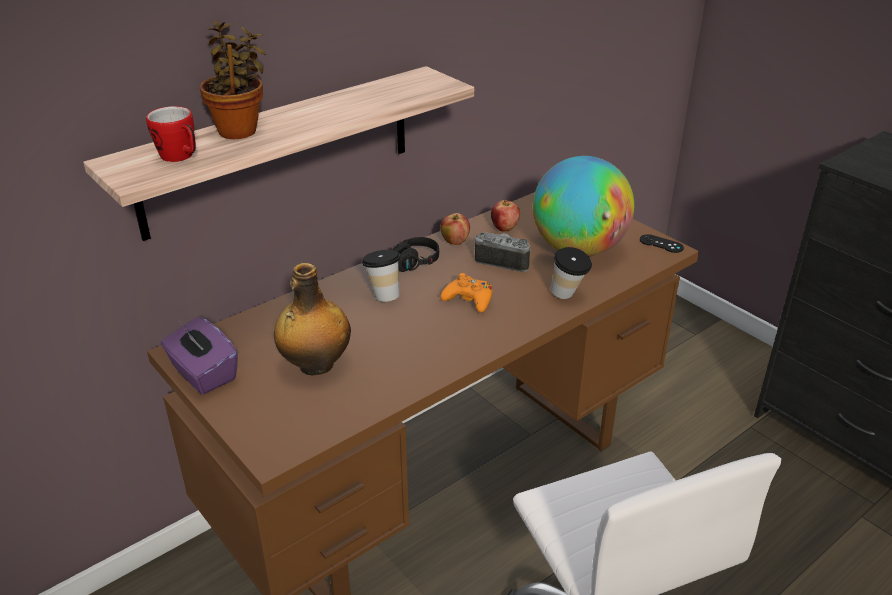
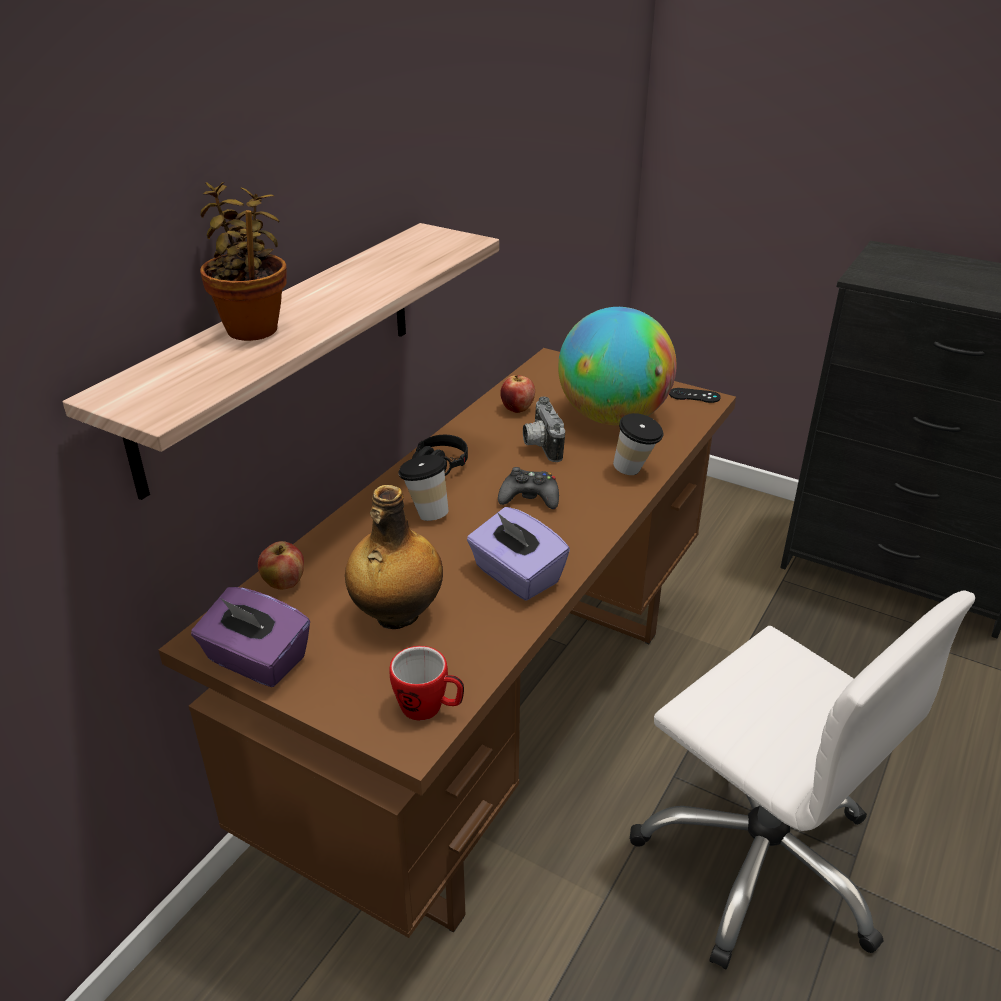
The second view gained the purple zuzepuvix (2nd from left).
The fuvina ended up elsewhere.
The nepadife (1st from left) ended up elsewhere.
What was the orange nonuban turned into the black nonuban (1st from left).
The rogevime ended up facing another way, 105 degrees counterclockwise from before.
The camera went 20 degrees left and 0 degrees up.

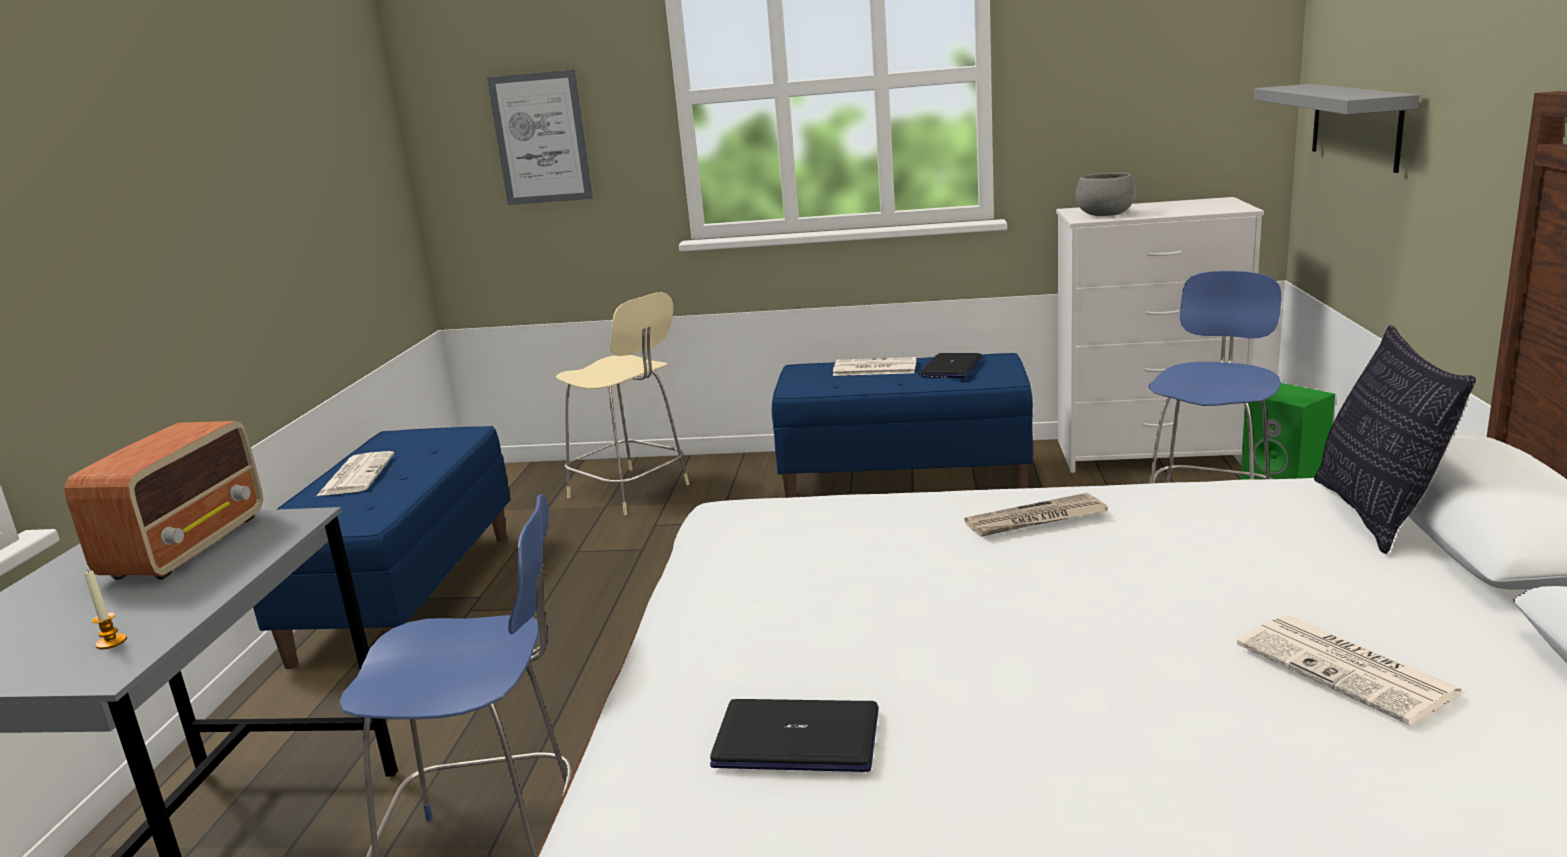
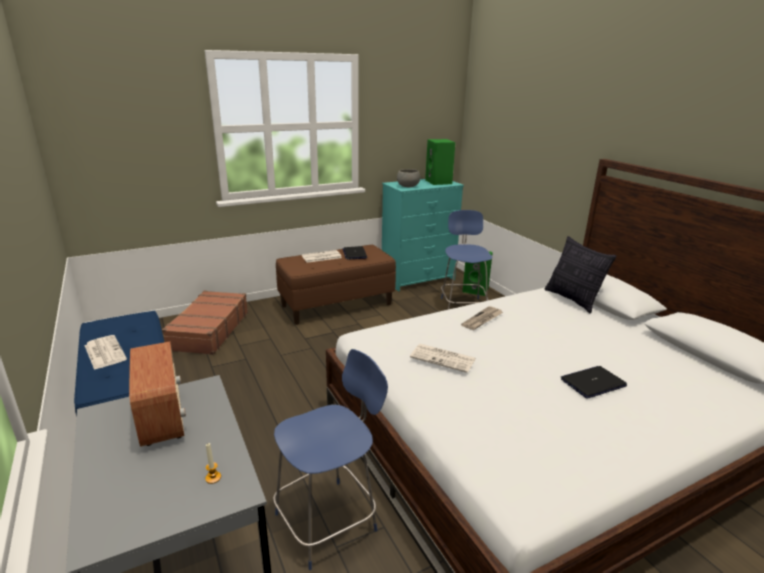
The second view lost the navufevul.
The second view lost the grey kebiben.
The second view gained the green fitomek (1st from left).
The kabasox (1st from left in the first image) ended up elsewhere.
The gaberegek (4th from left in the first image) ended up elsewhere.
Where the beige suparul stood, the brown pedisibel came to stand.
What was the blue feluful (2nd from left) turned into the brown feluful.
What was the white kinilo turned into the turquoise kinilo.
The camera went 35 degrees left and 5 degrees up.

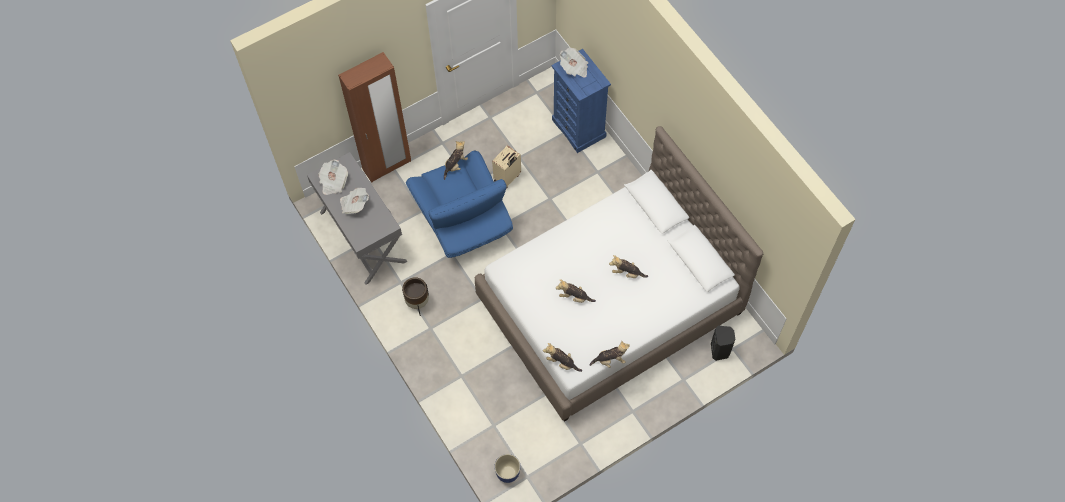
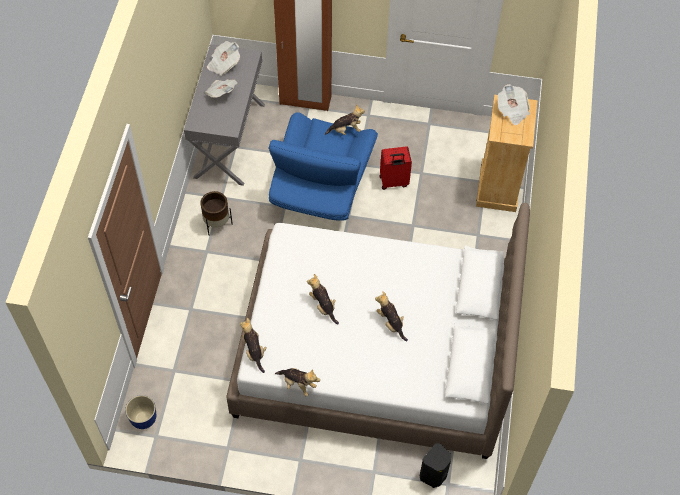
What was the beige pedisibel turned into the red pedisibel.
What was the blue kinilo turned into the beige kinilo.
The camera went 40 degrees right and 5 degrees down.

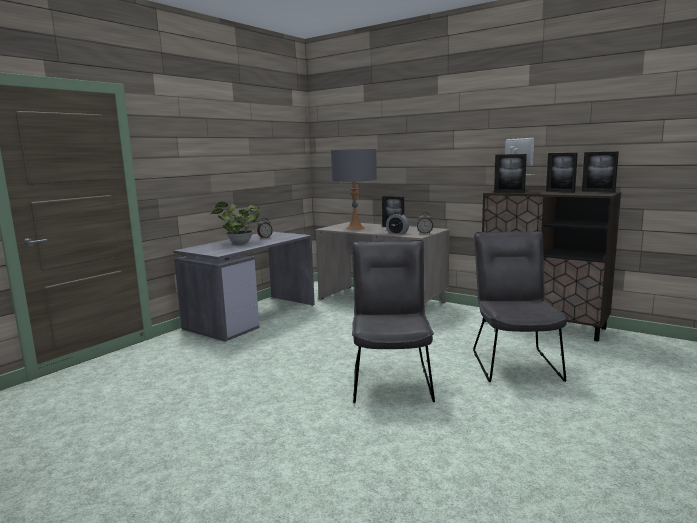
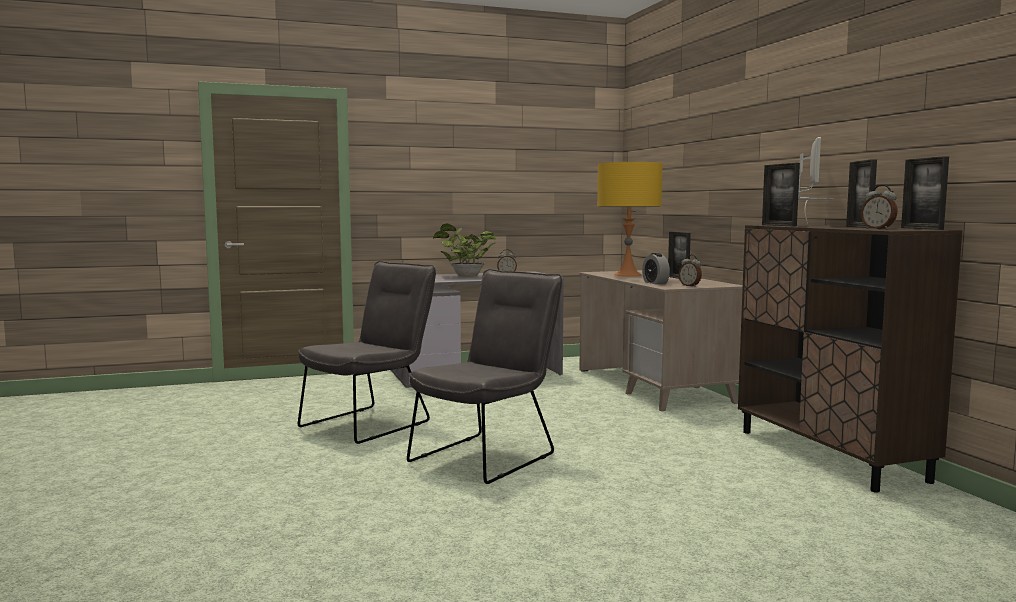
The second view gained the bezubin (4th from left).
The grey suparul (2nd from left in the first image) ended up elsewhere.
What was the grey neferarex turned into the yellow neferarex.
The camera went 35 degrees right and 5 degrees down.

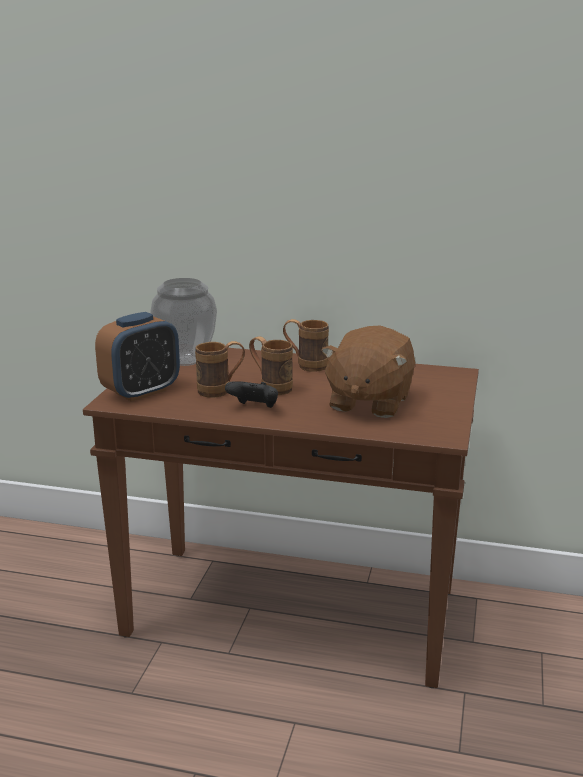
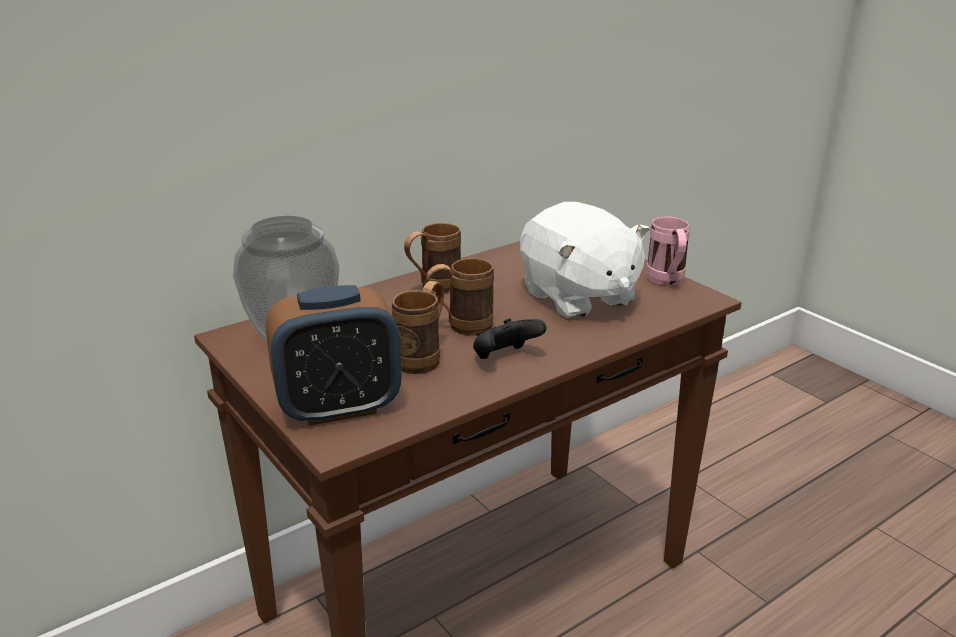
The second view gained the pink fuvina.
What was the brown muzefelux turned into the white muzefelux.
The bezubin ended up facing another way, 75 degrees clockwise from before.
The camera went 50 degrees left and 5 degrees up.

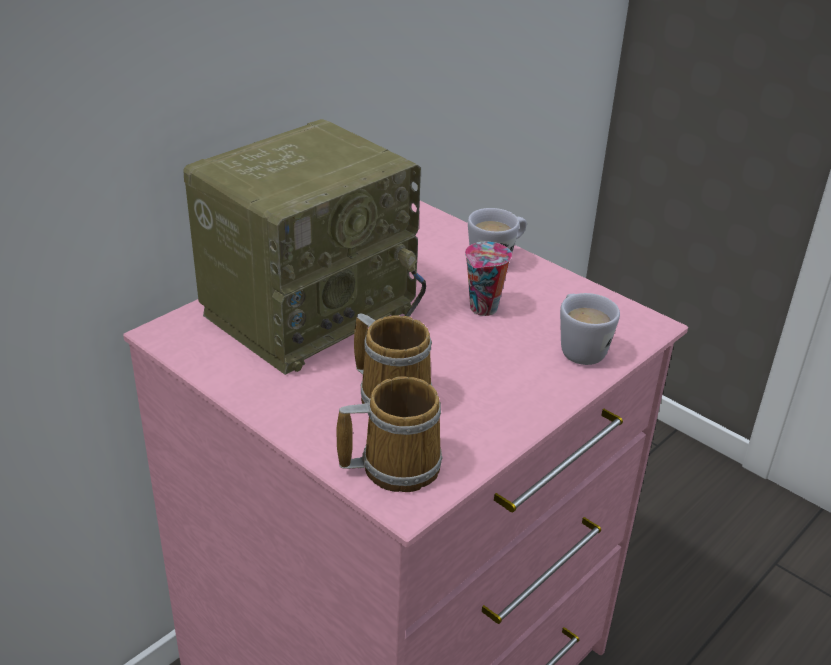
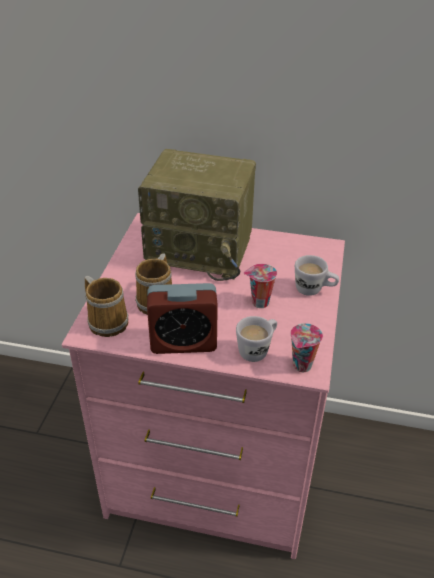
The second view gained the bezubin.
The second view gained the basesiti (2nd from left).
The camera went 60 degrees right and 5 degrees up.

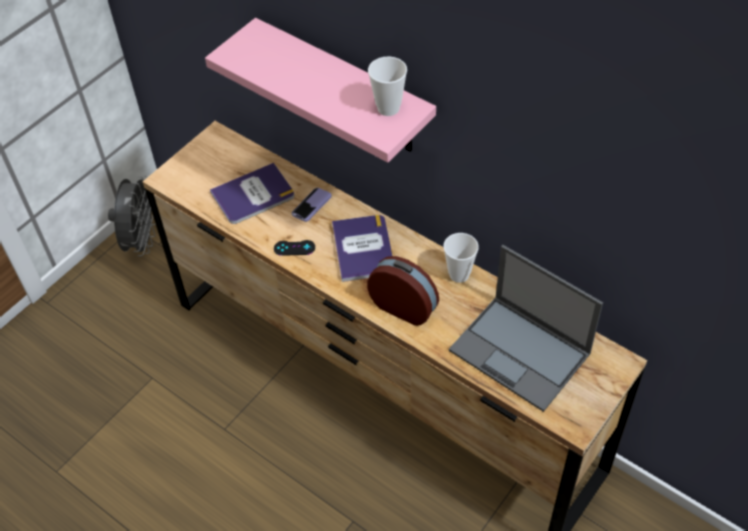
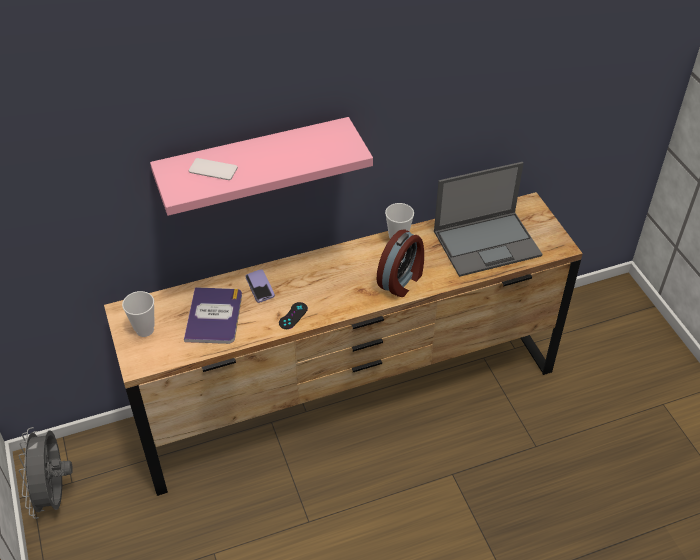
The second view lost the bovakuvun (2nd from left).
The second view gained the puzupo (1st from left).
The basesiti (1st from left) ended up elsewhere.
The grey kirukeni ended up facing another way, 135 degrees counterclockwise from before.
The bezubin ended up facing another way, 150 degrees clockwise from before.
The camera went 60 degrees left and 5 degrees down.

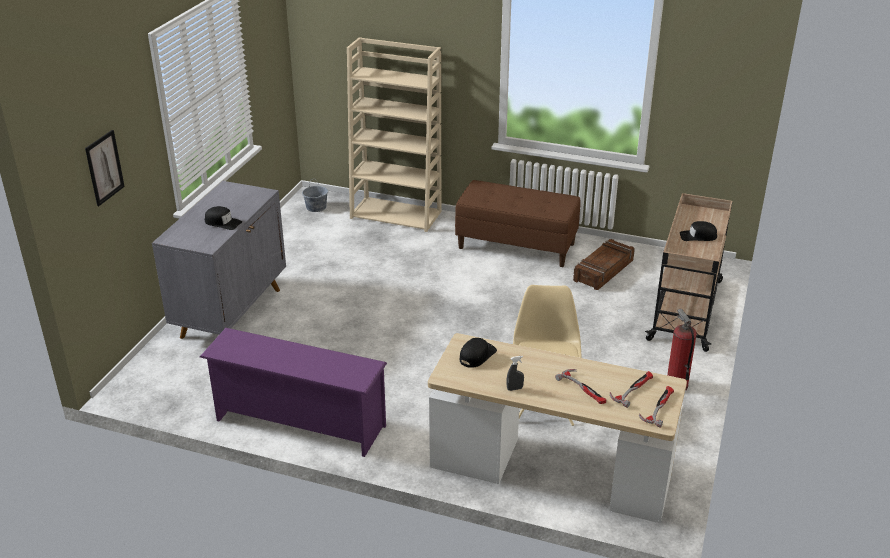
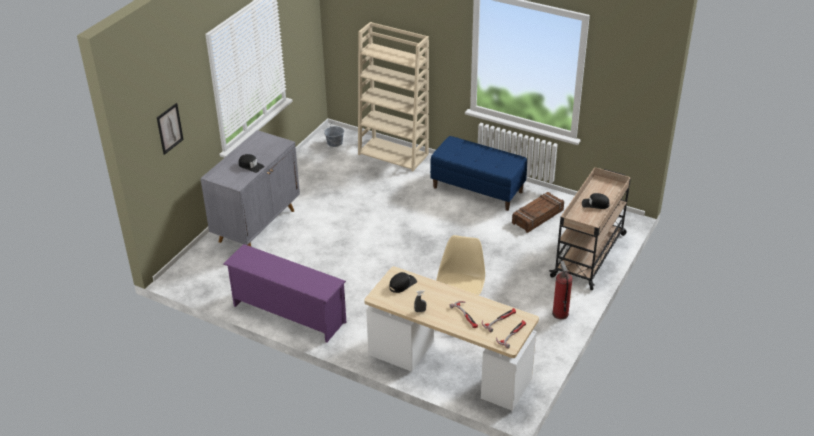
What was the brown feluful turned into the blue feluful.
The camera went 10 degrees right and 5 degrees up.

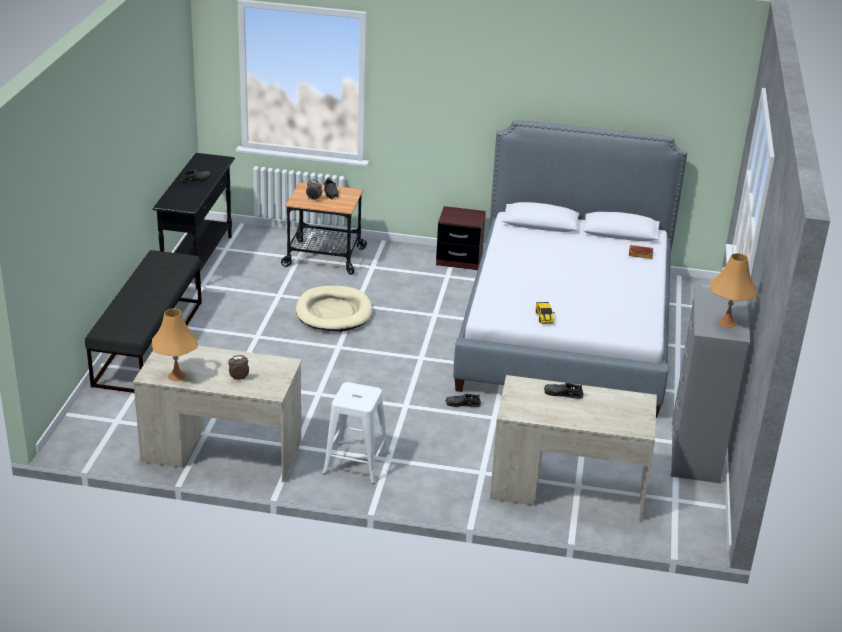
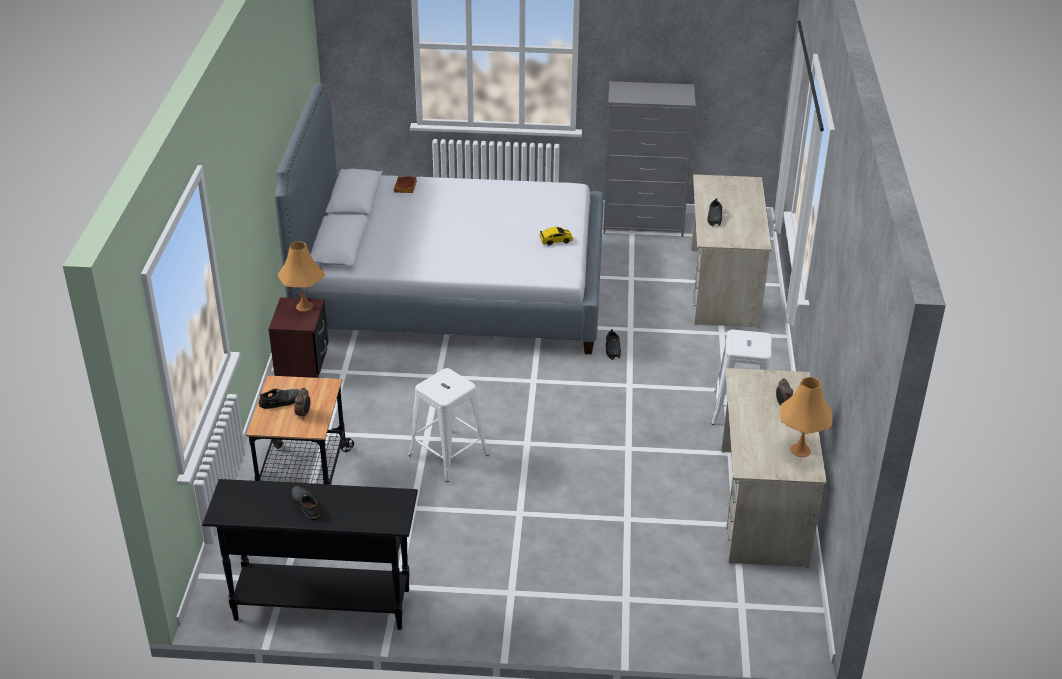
The second view lost the black feluful.
The orange neferarex (2nd from left in the first image) ended up elsewhere.
Where the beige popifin stood, the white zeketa (1st from left) came to stand.
The camera went 95 degrees left and 5 degrees up.

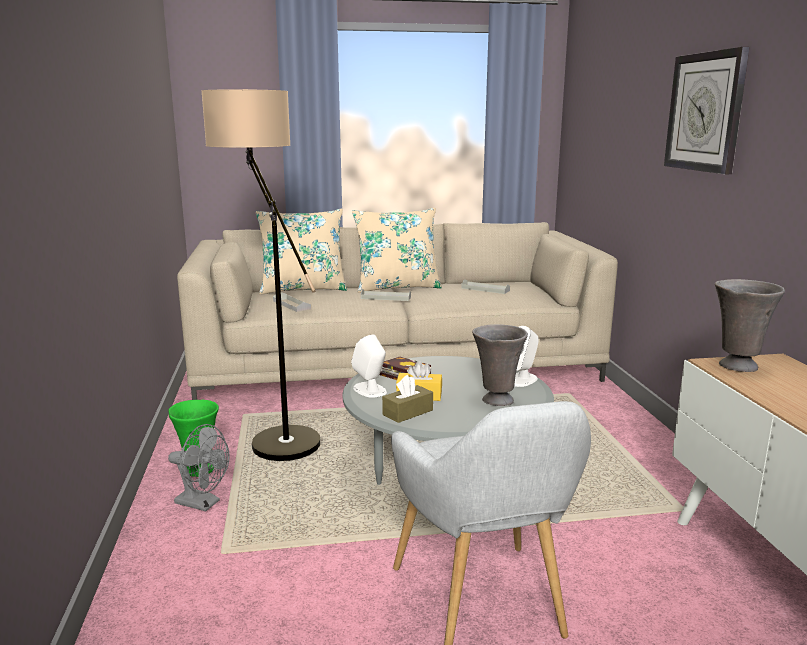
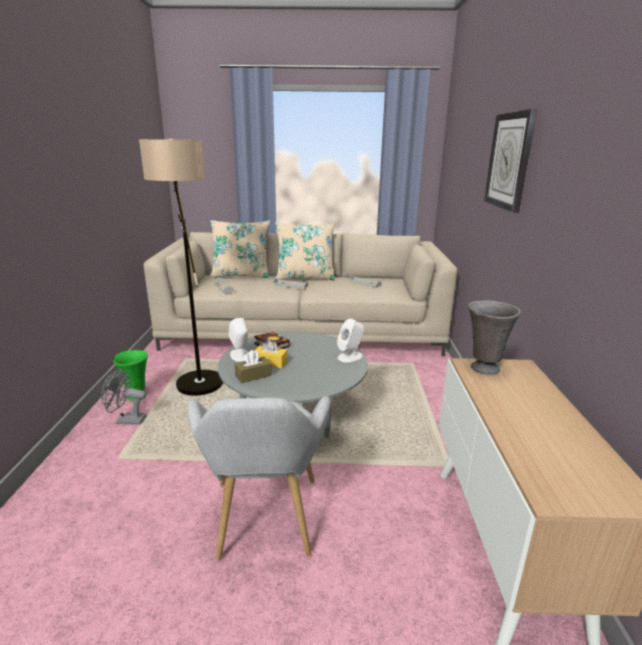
The second view lost the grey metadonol (1st from left).
The grey kirukeni ended up facing another way, 150 degrees clockwise from before.
The camera went 10 degrees right and 5 degrees up.

